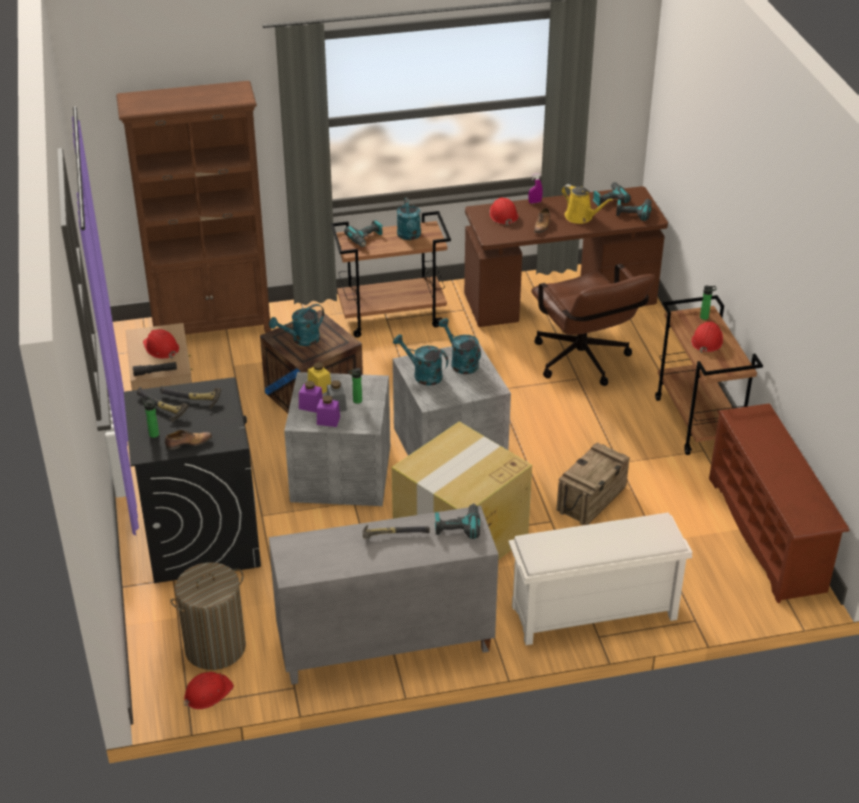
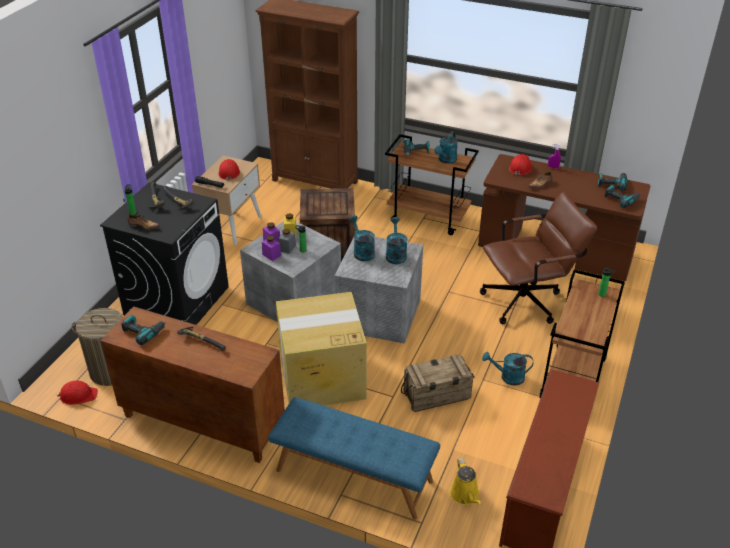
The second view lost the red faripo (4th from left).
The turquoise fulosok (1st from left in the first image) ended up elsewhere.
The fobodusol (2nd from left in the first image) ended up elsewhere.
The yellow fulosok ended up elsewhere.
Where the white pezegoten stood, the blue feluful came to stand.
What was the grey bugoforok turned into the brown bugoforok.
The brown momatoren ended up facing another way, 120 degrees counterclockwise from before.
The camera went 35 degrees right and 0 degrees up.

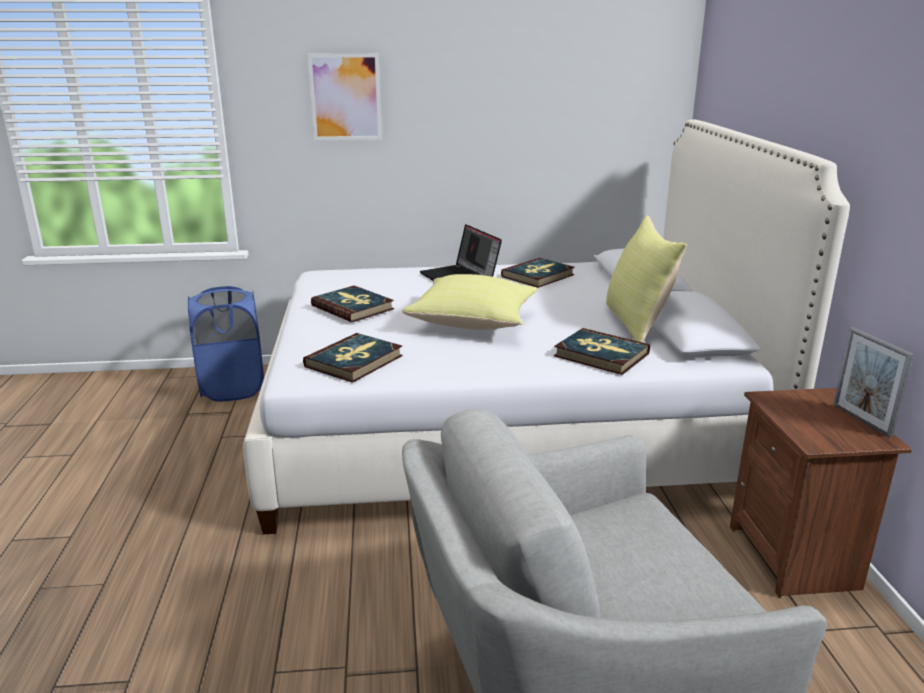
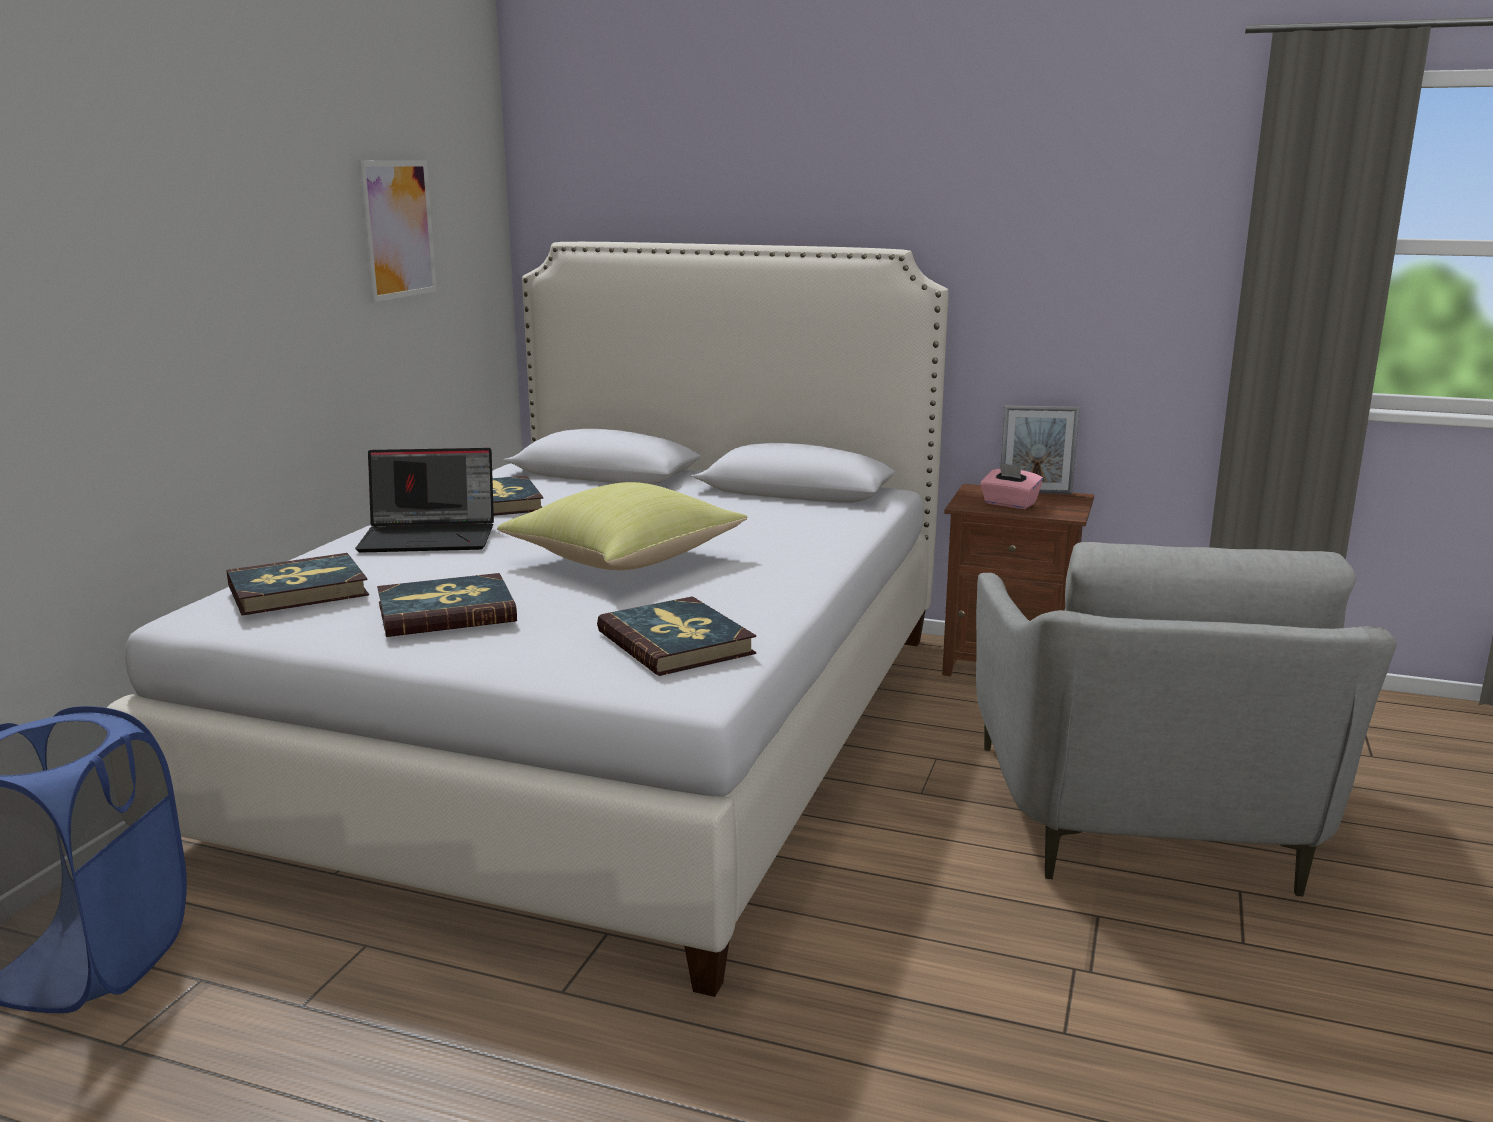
The second view lost the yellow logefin (2nd from left).
The second view gained the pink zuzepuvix.
The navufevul ended up elsewhere.
The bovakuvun (4th from left in the first image) ended up elsewhere.
The camera went 65 degrees left and 5 degrees down.

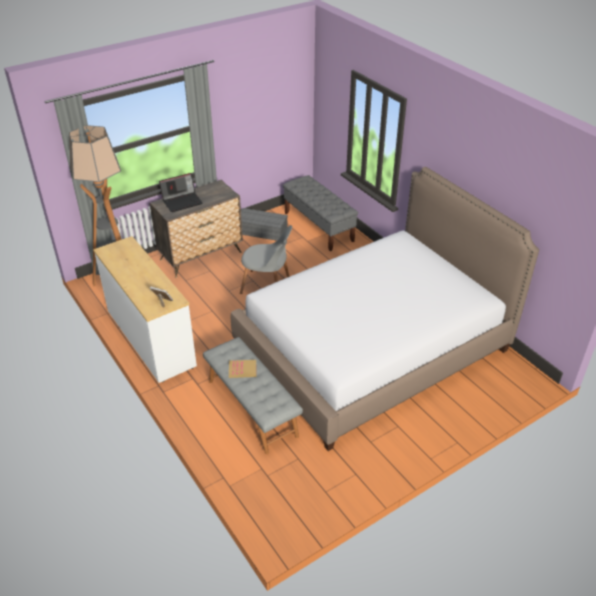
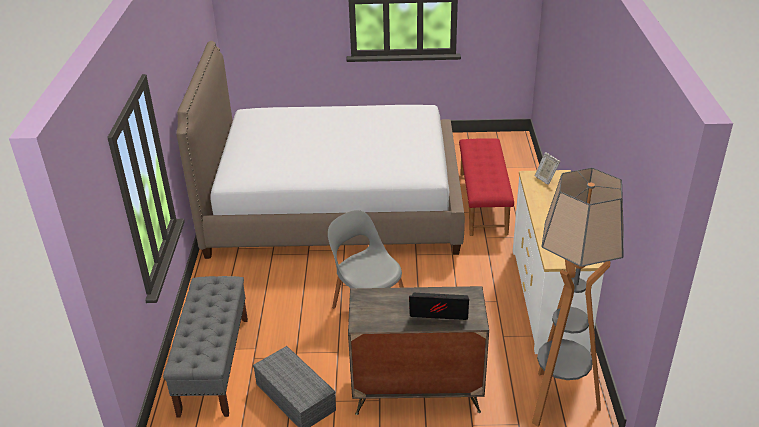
The second view lost the bovakuvun.
What was the grey feluful (1st from left) turned into the red feluful.
The camera went 145 degrees left and 5 degrees down.

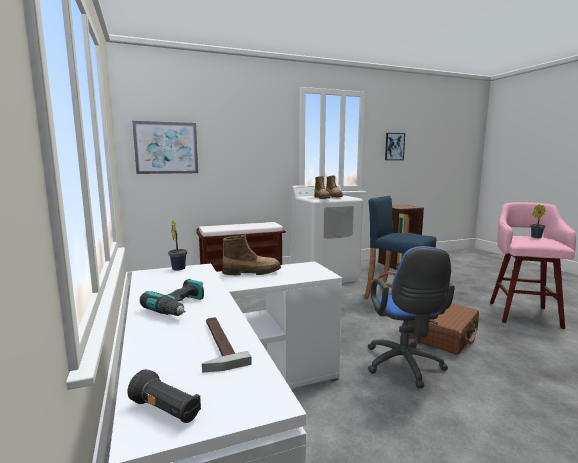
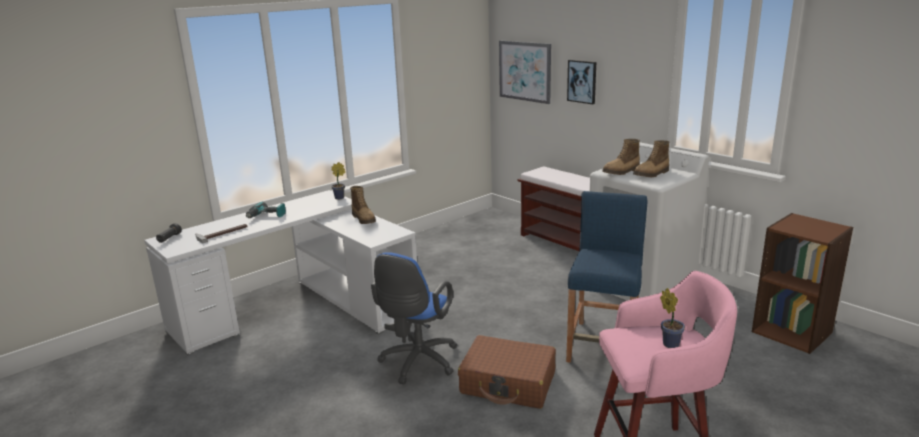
The navufevul (2nd from left) ended up elsewhere.
The blue momatoren ended up facing another way, 45 degrees counterclockwise from before.
The camera went 70 degrees right and 10 degrees up.

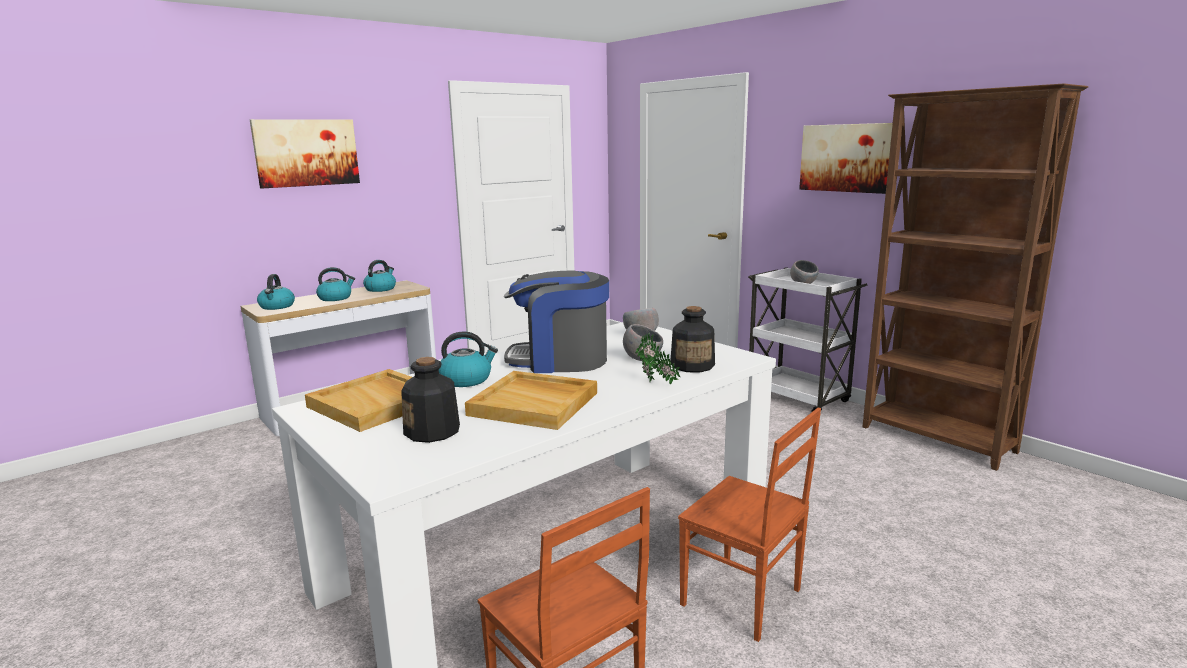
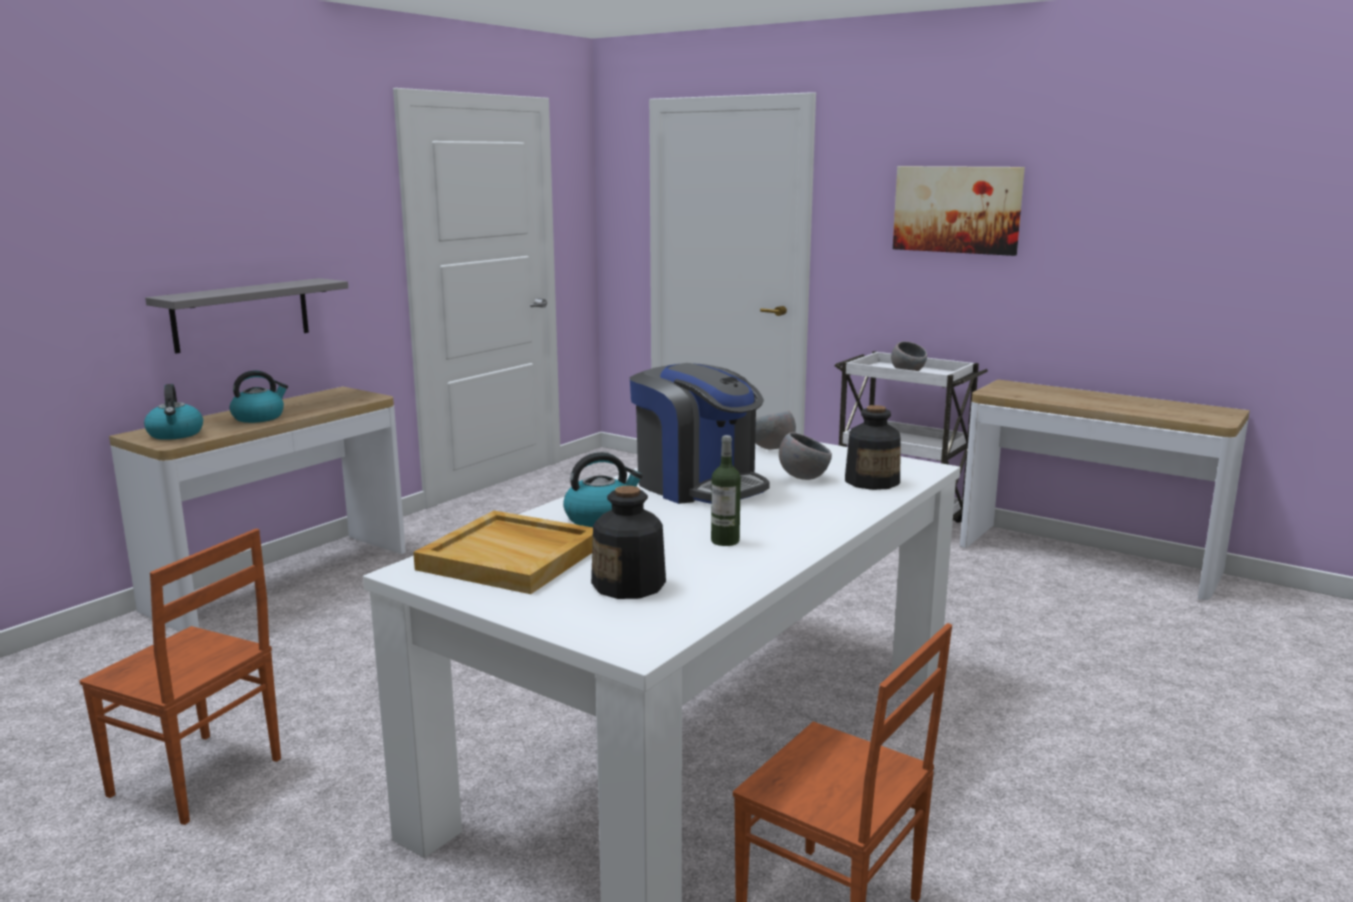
The second view lost the navufevul (1st from left).
The second view lost the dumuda (3rd from left).
The second view lost the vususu.
The second view gained the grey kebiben.
The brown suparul (2nd from left in the first image) ended up elsewhere.
Where the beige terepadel (2nd from left) stood, the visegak (2nd from left) came to stand.
Where the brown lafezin stood, the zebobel (2nd from left) came to stand.
The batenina ended up facing another way, 120 degrees counterclockwise from before.
The camera went 15 degrees left and 0 degrees up.

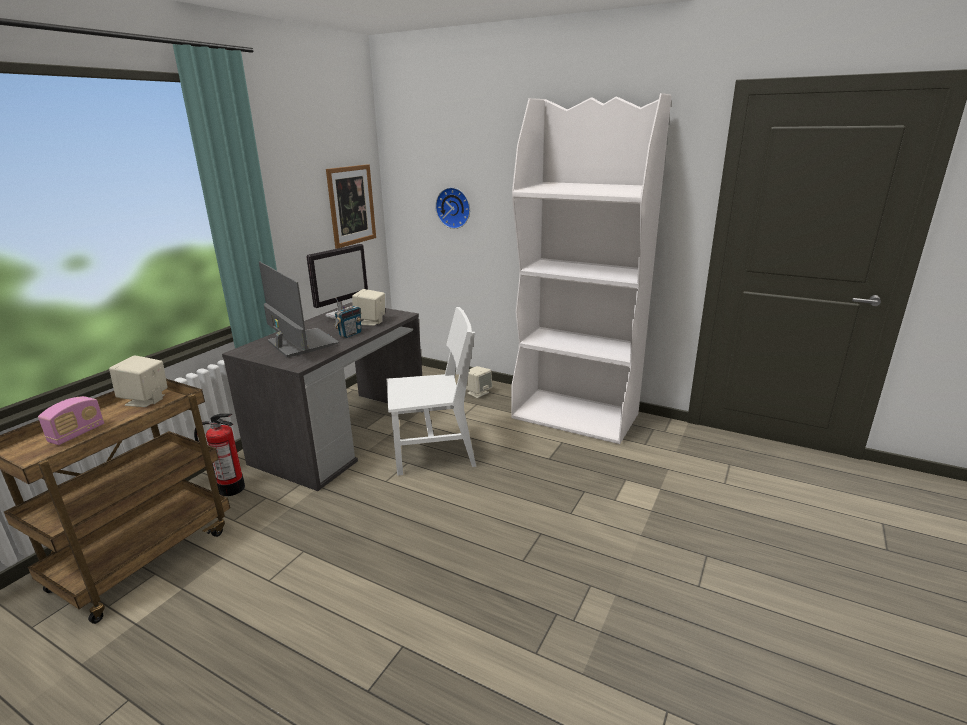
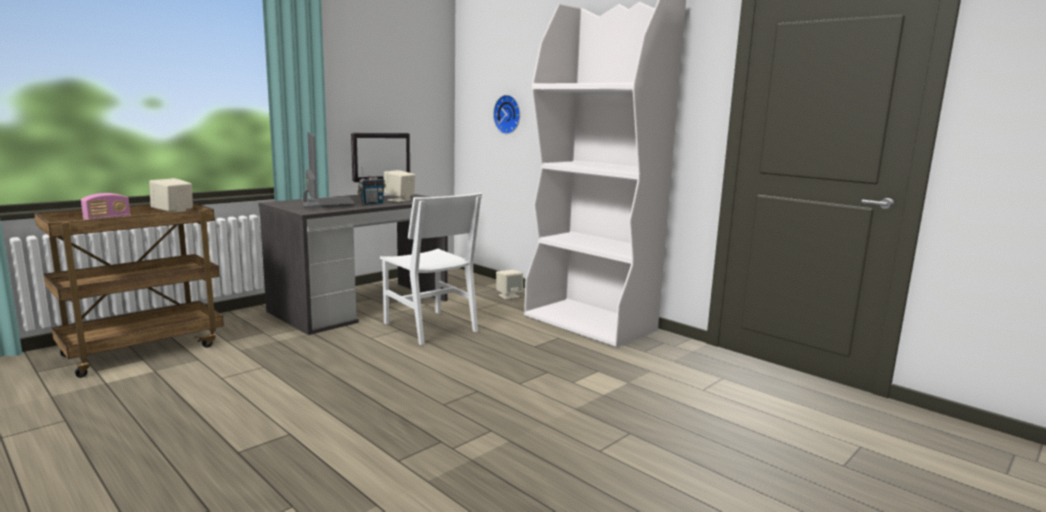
The second view lost the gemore.
The second view lost the navufevul.
The white suparul ended up facing another way, 45 degrees clockwise from before.
The camera went 15 degrees right and 10 degrees down.

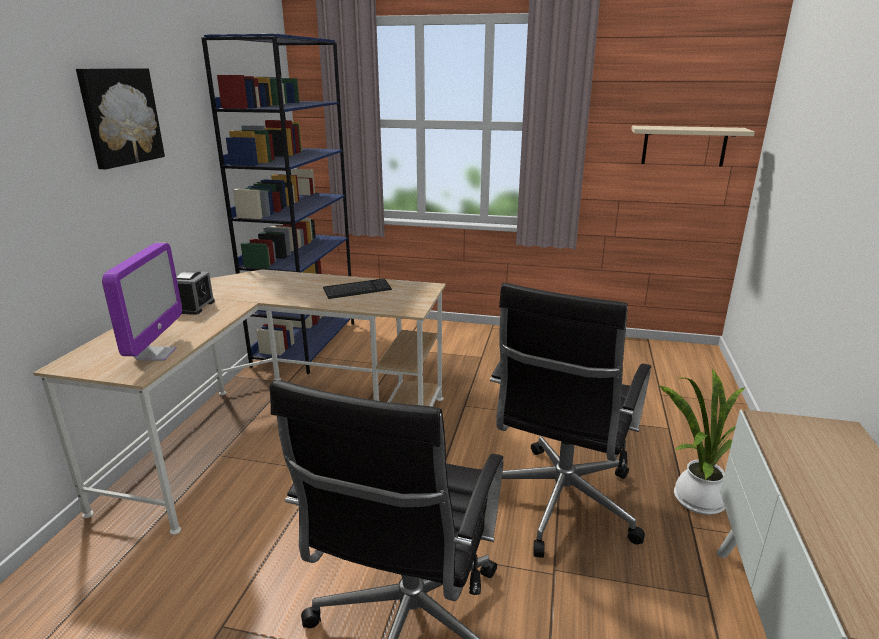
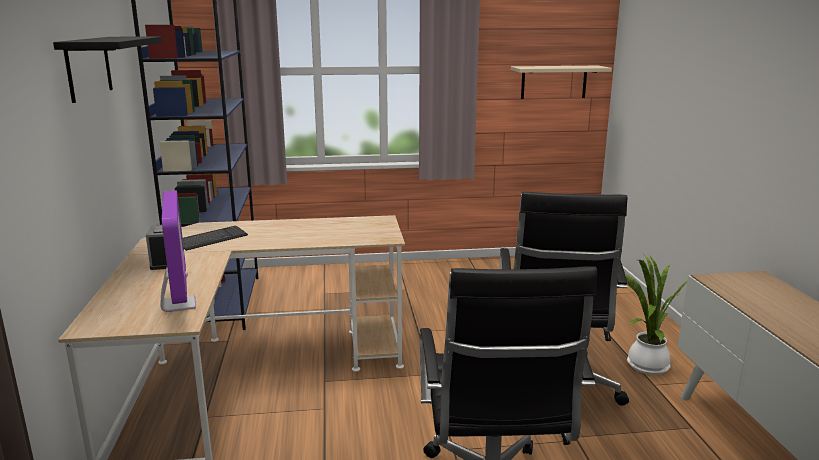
The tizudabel ended up elsewhere.
Where the navufevul hung, the black kebiben came to hang.
The camera went 20 degrees left and 5 degrees down.

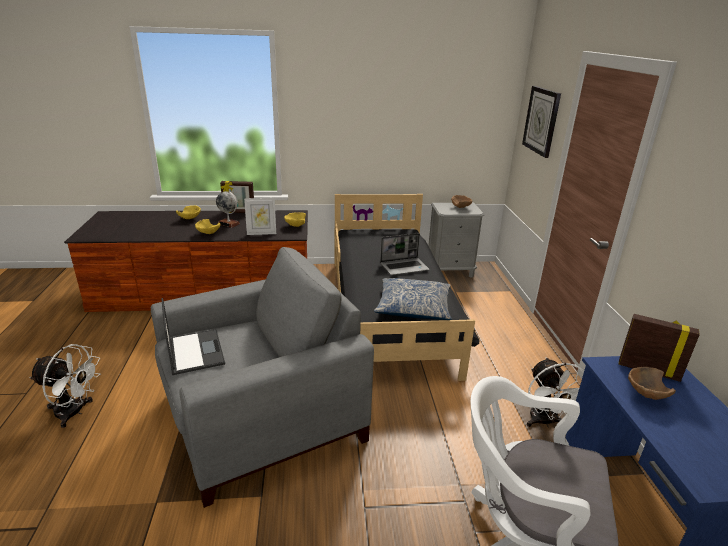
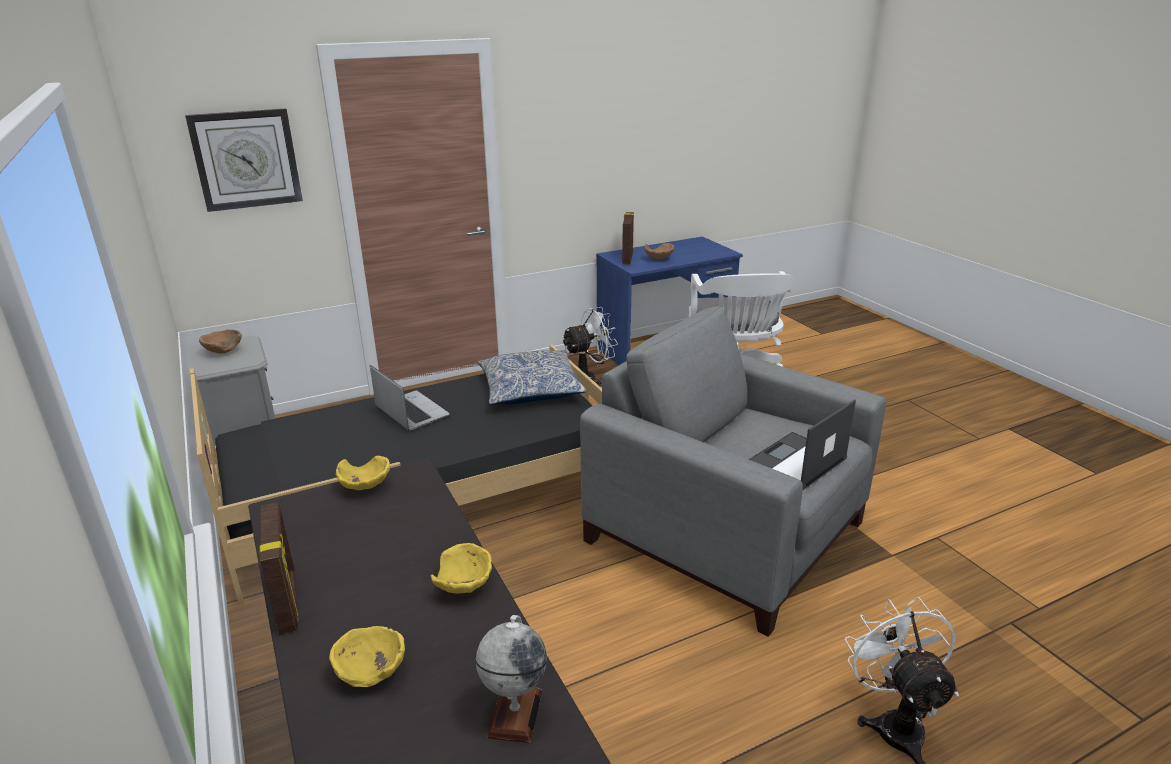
The second view lost the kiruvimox (2nd from left).
The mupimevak ended up elsewhere.
The camera went 110 degrees left and 0 degrees up.

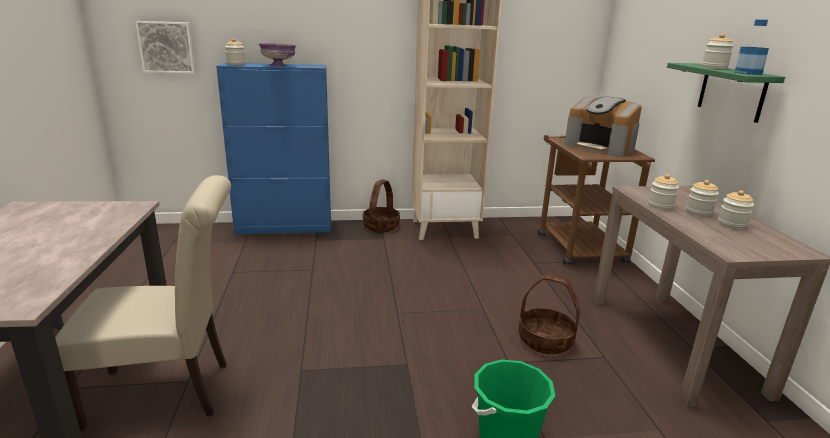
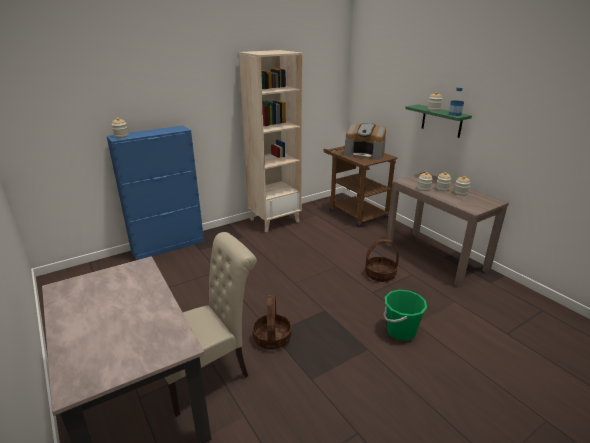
The second view lost the navufevul.
The second view lost the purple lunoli.
The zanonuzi (1st from left) ended up elsewhere.
The camera went 25 degrees left and 5 degrees up.

